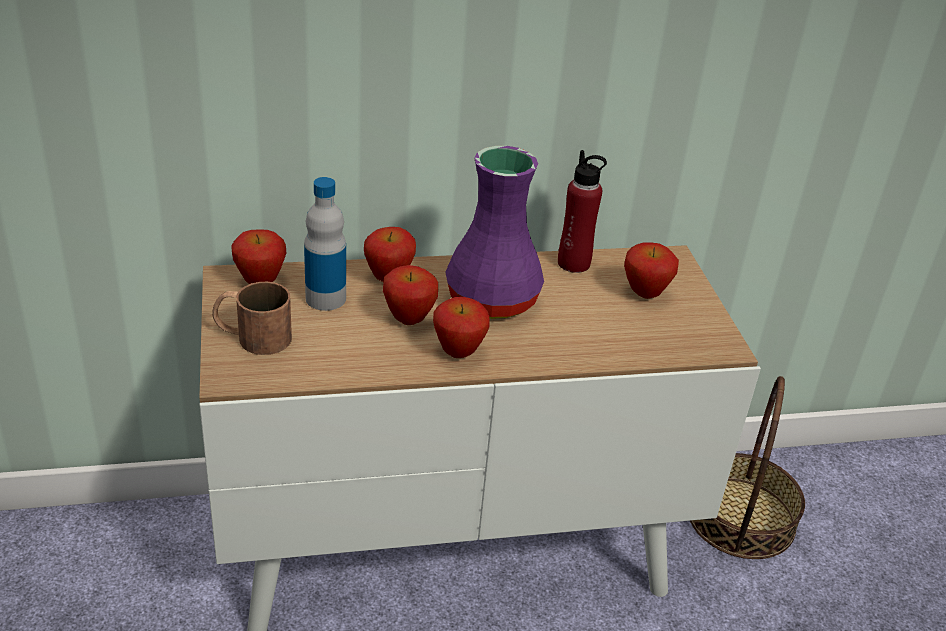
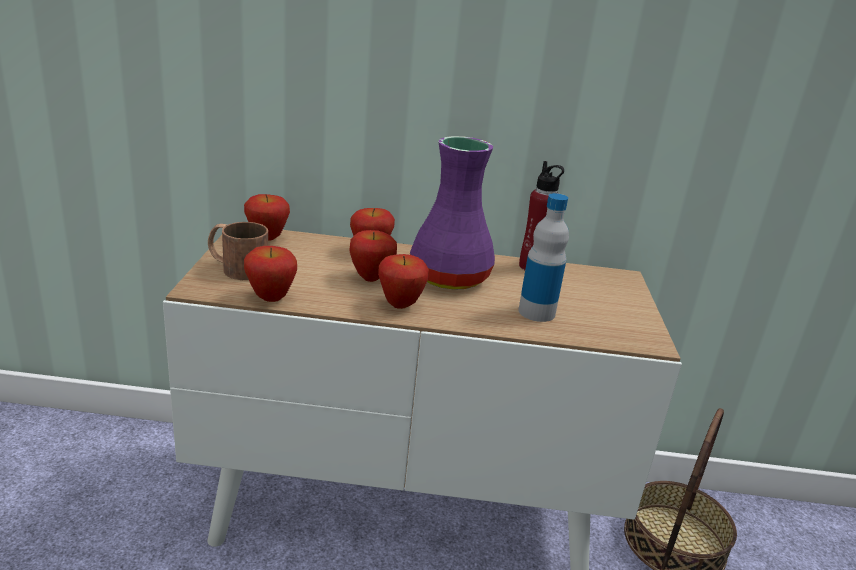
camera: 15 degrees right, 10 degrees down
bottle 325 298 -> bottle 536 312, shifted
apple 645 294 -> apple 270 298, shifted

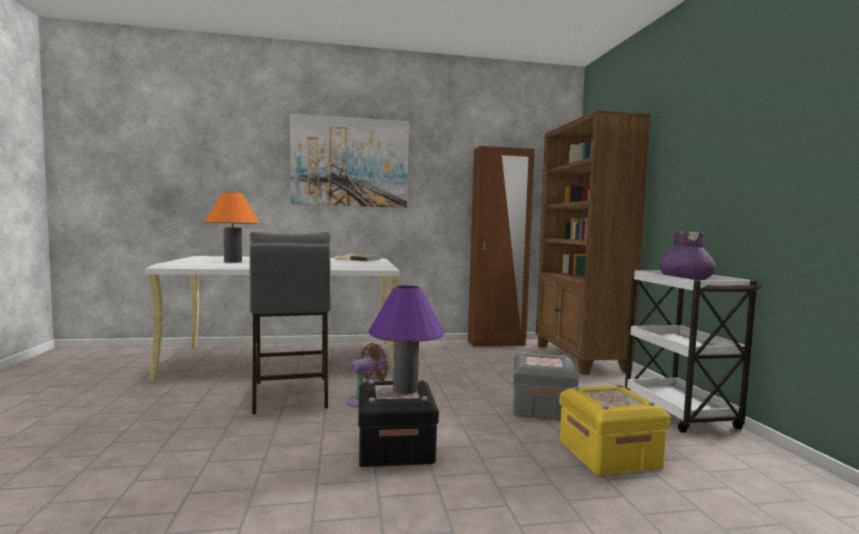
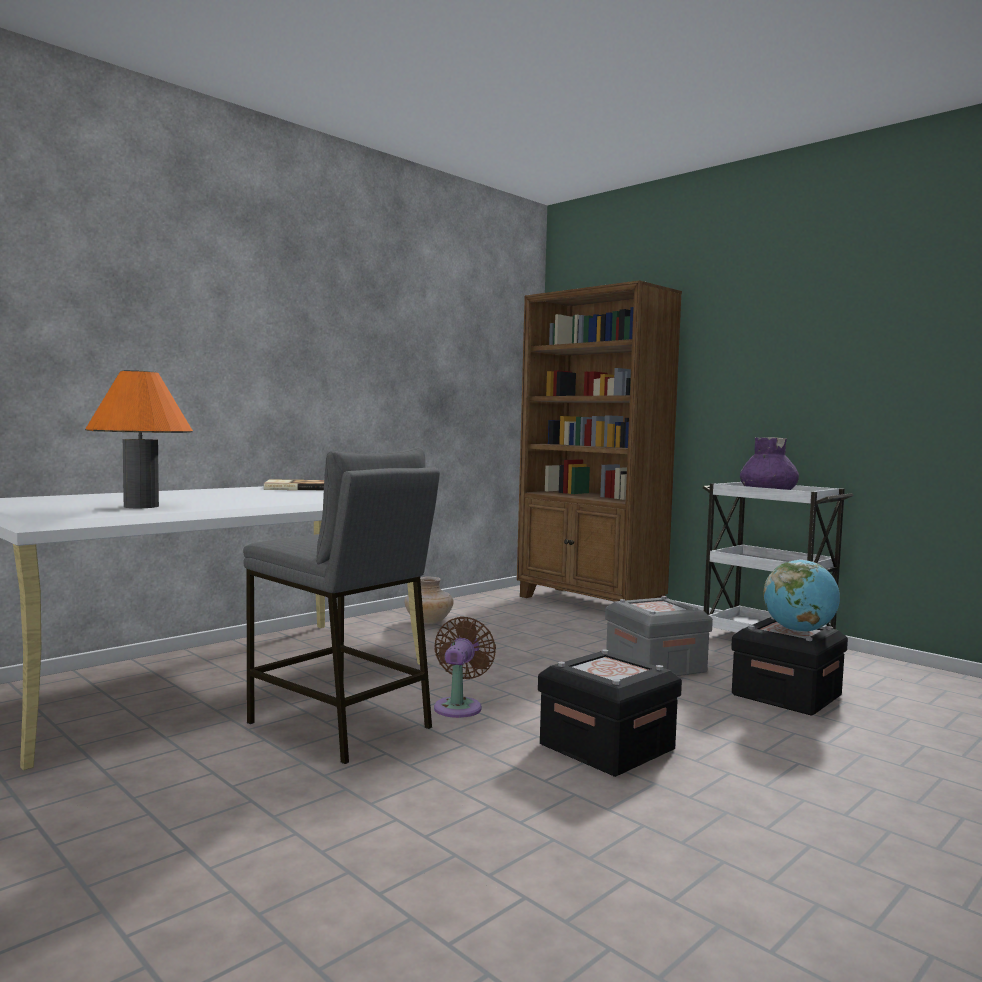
camera: 35 degrees left, 0 degrees up
picture 350 162 -> none
table lamp (purple) 405 389 -> none
wardrobe (brown) 496 343 -> none
storage box (yellow) 608 454 -> storage box (black) 786 695
none -> vase (beige) 428 622
none -> globe 799 631

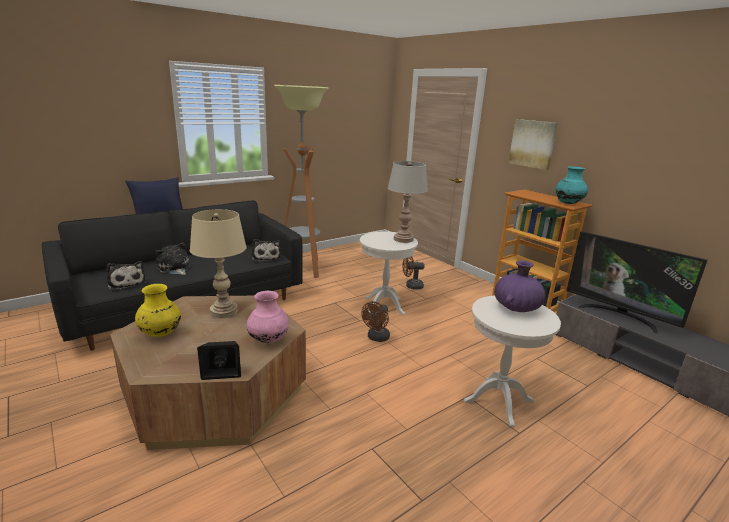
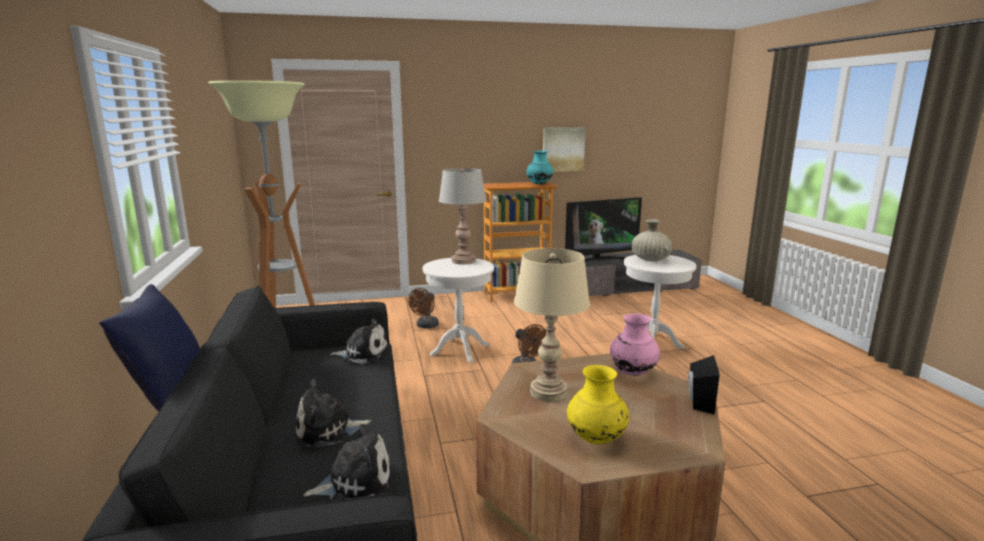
camera: 65 degrees left, 5 degrees down
vase (purple) 516 308 -> vase (beige) 650 260
picture 533 144 -> picture 563 149, shifted

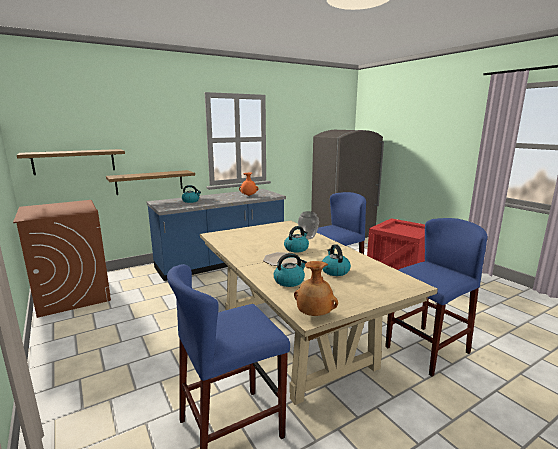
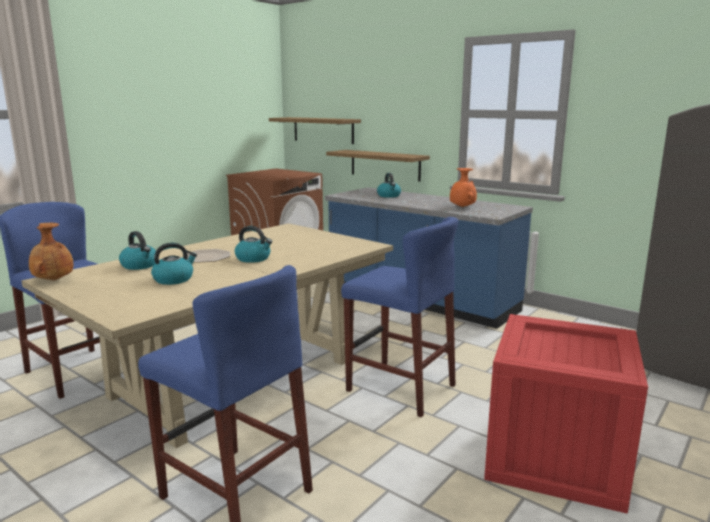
camera: 70 degrees right, 0 degrees up
vase 308 238 -> none

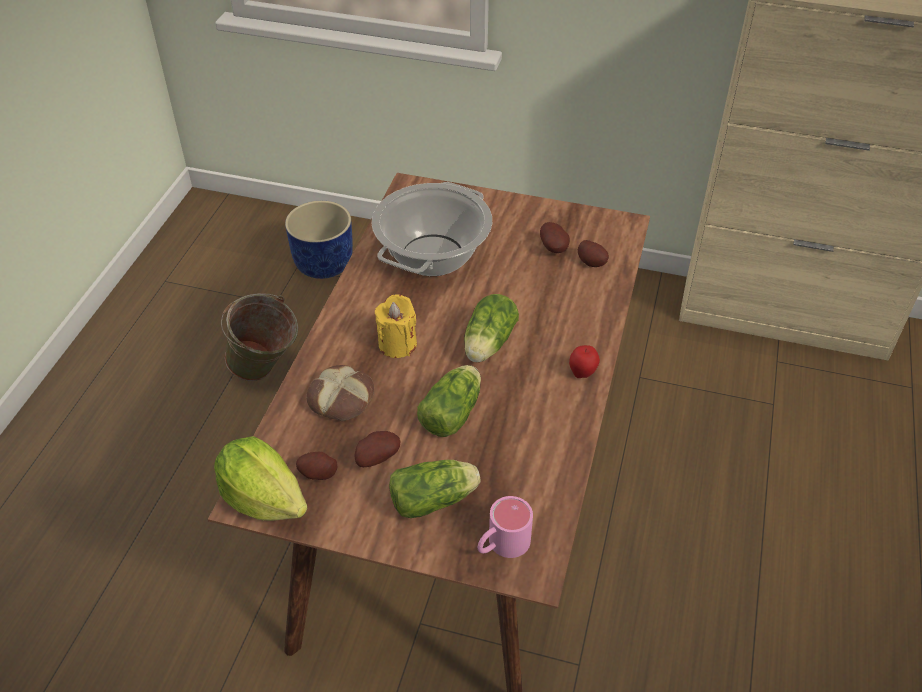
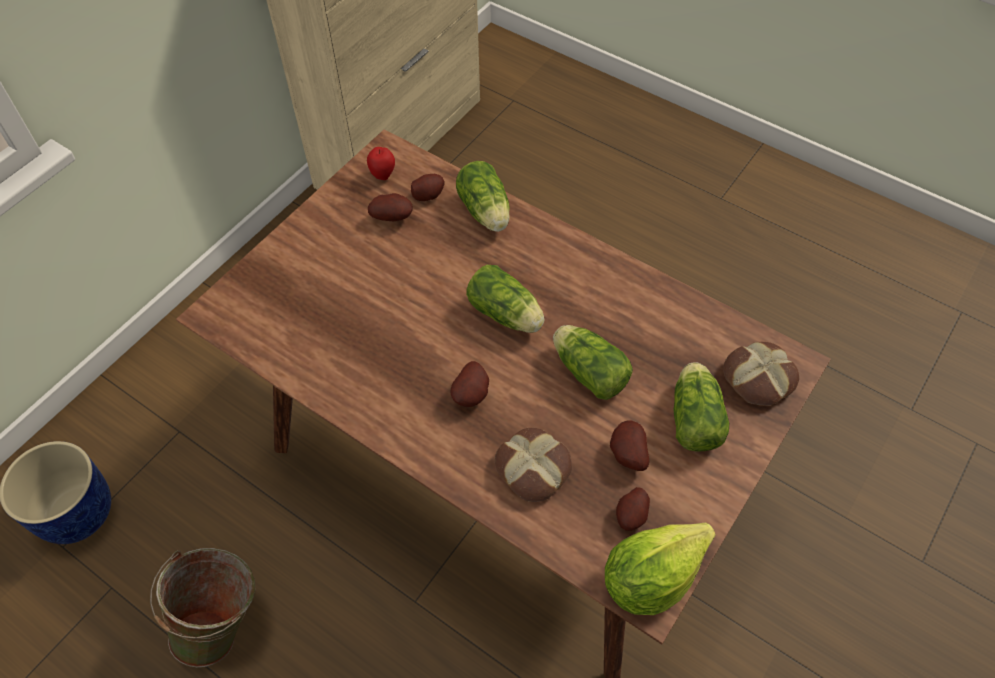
camera: 70 degrees left, 10 degrees up
cooking pot 432 255 -> none
candle (yellow) 397 344 -> potato 472 394
mug (pink) 501 545 -> bread 759 379
apple 582 373 -> apple 383 175, shifted
none -> lettuce 486 213

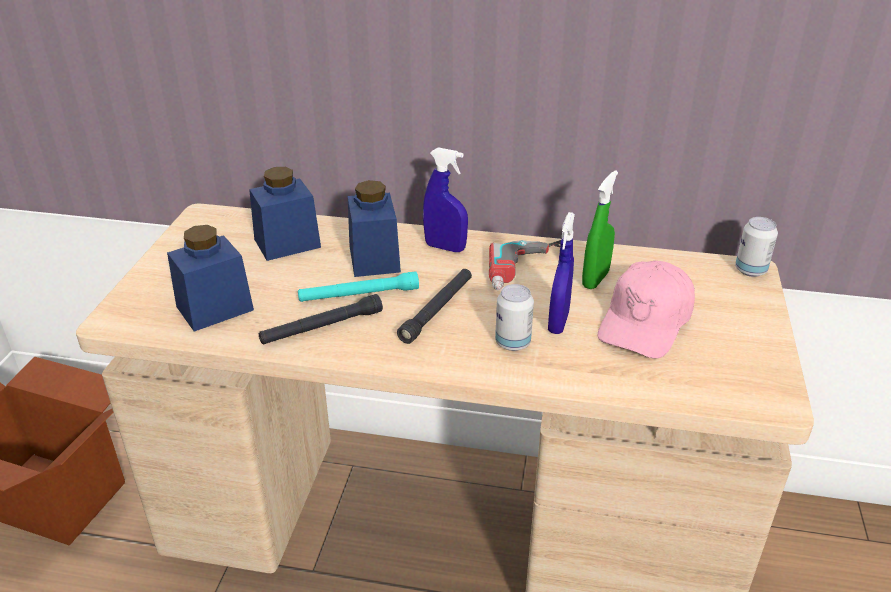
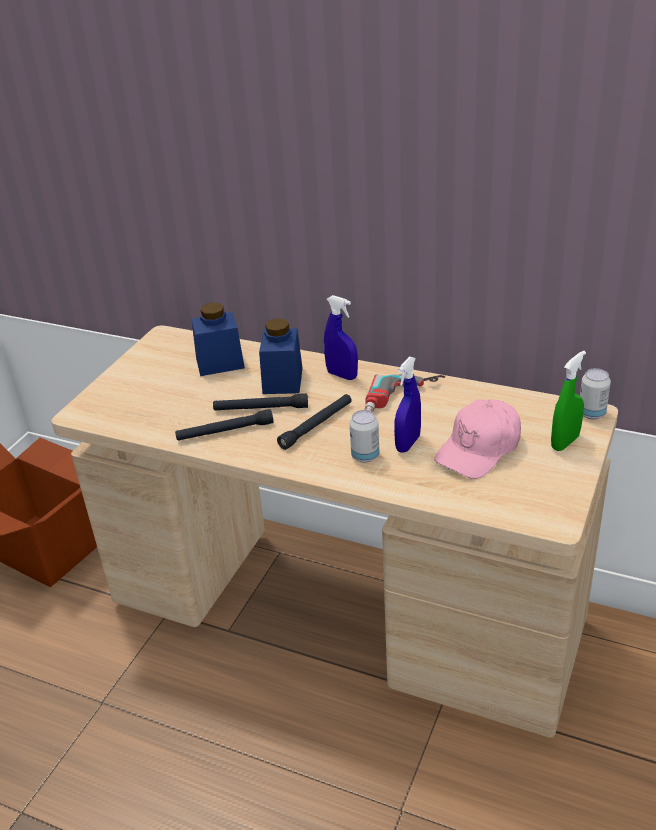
camera: 15 degrees right, 0 degrees up
jar (blue) 215 308 -> none
flashlight (turquoise) 359 295 -> flashlight (black) 261 409
spray bottle (green) 595 279 -> spray bottle (green) 565 442, shifted

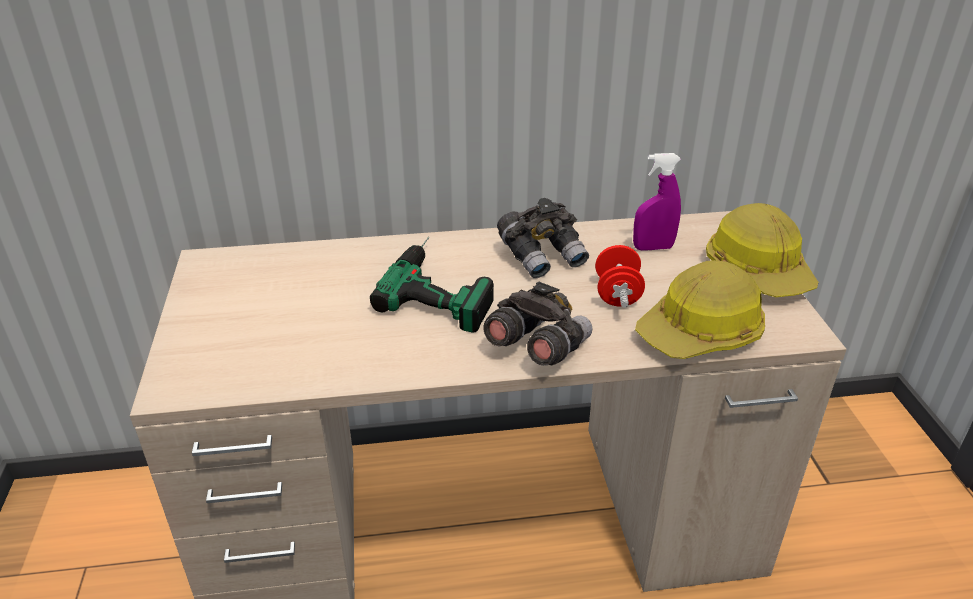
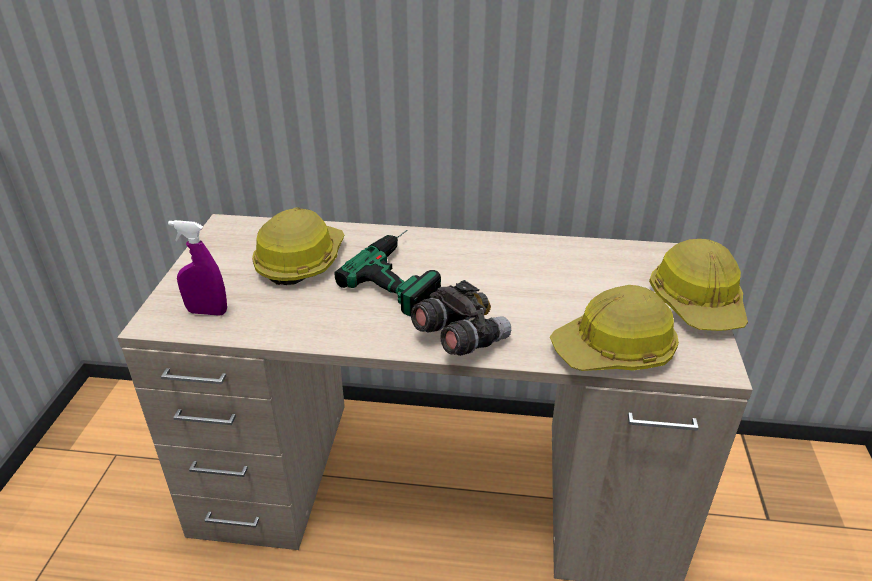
camera: 15 degrees right, 0 degrees up
binoculars (grey) 543 256 -> none
dumbbell (red) 617 294 -> none
spray bottle (purple) 653 248 -> spray bottle (purple) 207 312, shifted
none -> hard hat 300 261

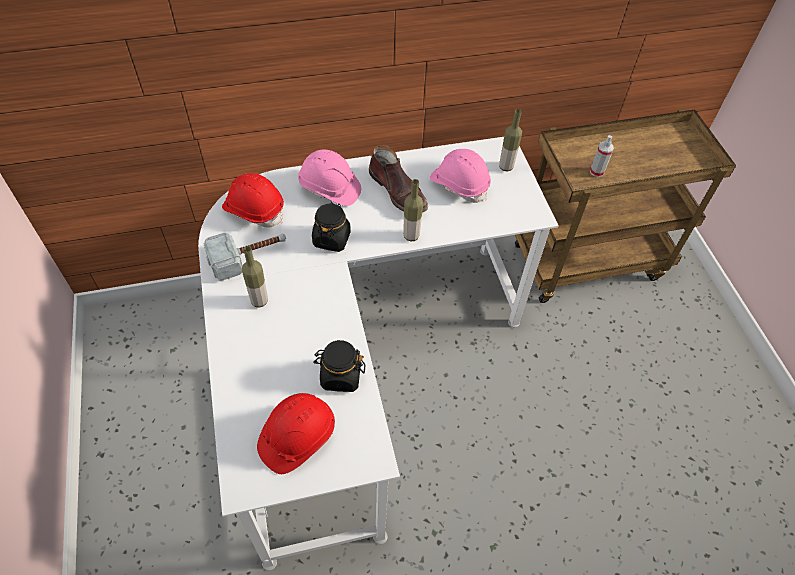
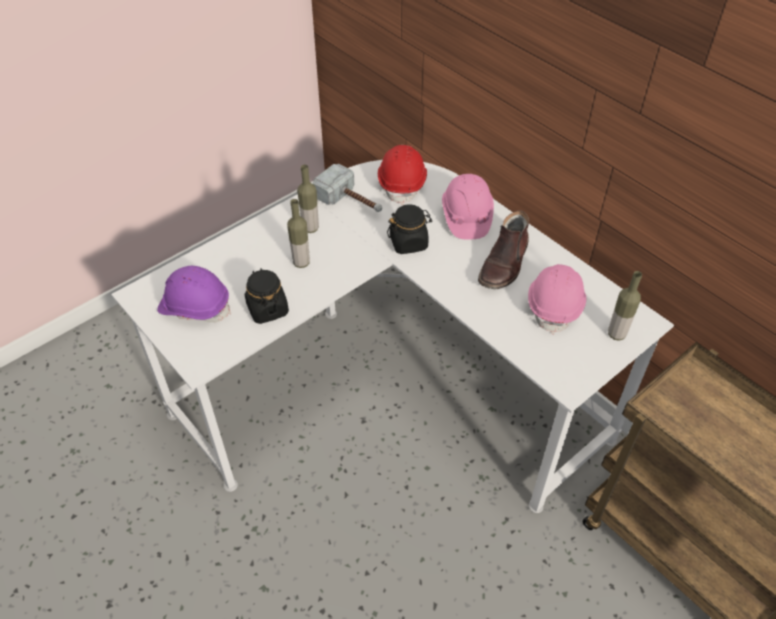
camera: 65 degrees right, 5 degrees down
hard hat (red) 297 437 -> hard hat (purple) 195 307
bottle 411 236 -> bottle 301 262, shifted
spray bottle 596 172 -> none

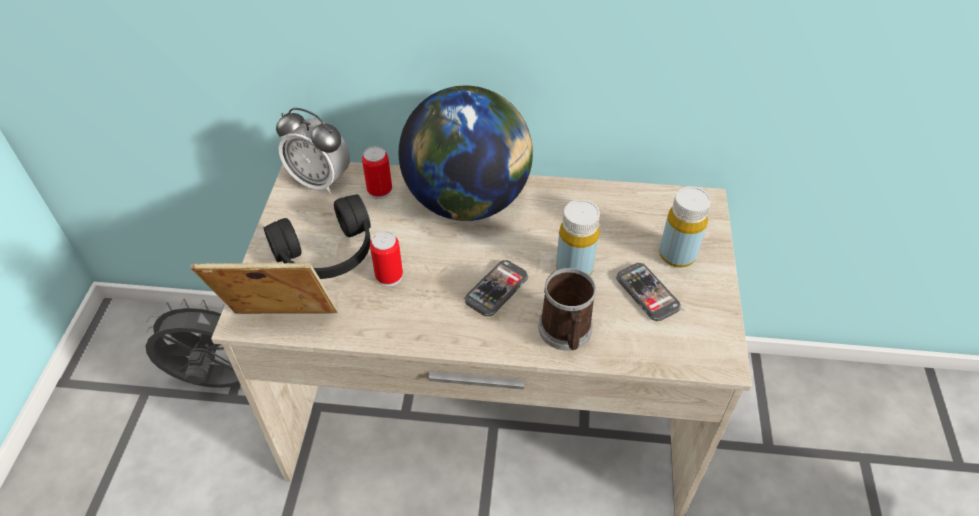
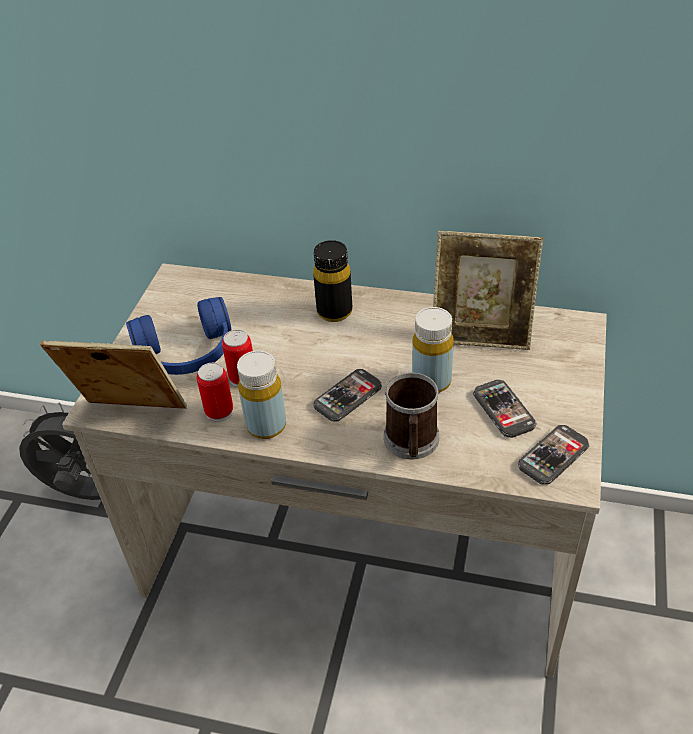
camera: 10 degrees right, 5 degrees down
headphones (black) 328 255 -> headphones (blue) 187 355
alarm clock 320 181 -> none
can 379 190 -> can 219 411, shifted
globe 468 200 -> bottle (black) 334 312
bottle (yellow) 677 255 -> bottle (yellow) 266 425, shifted
none -> picture frame 481 334
none -> phone 553 456

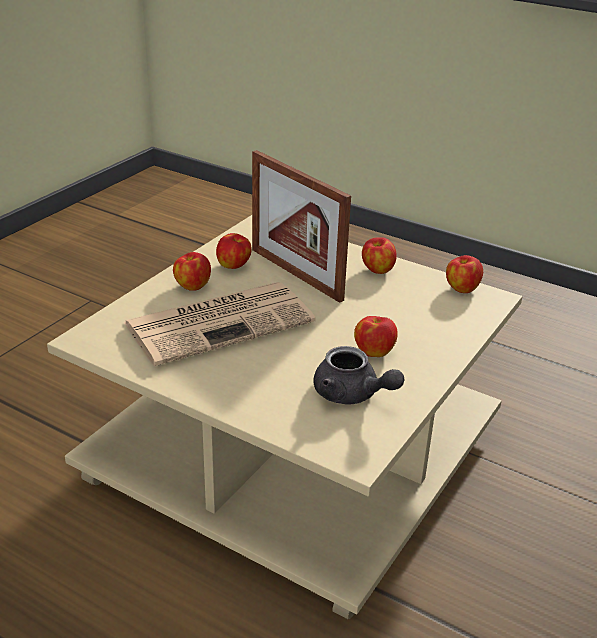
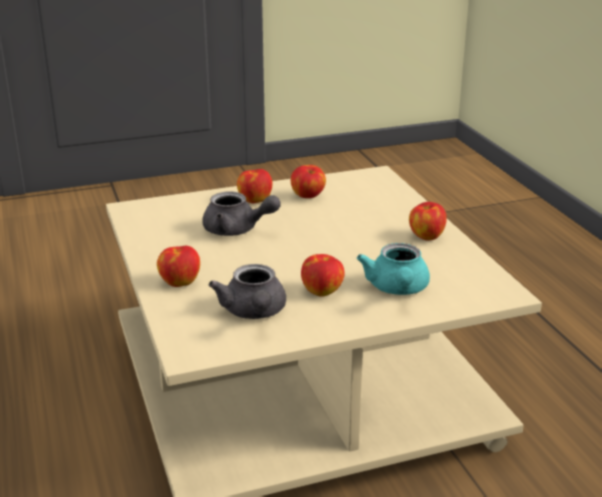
camera: 40 degrees right, 5 degrees down
newspaper 221 322 -> teapot (grey) 237 230
picture frame 296 274 -> none
apple 461 289 -> apple 180 282, shifted
none -> teapot (turquoise) 397 289

